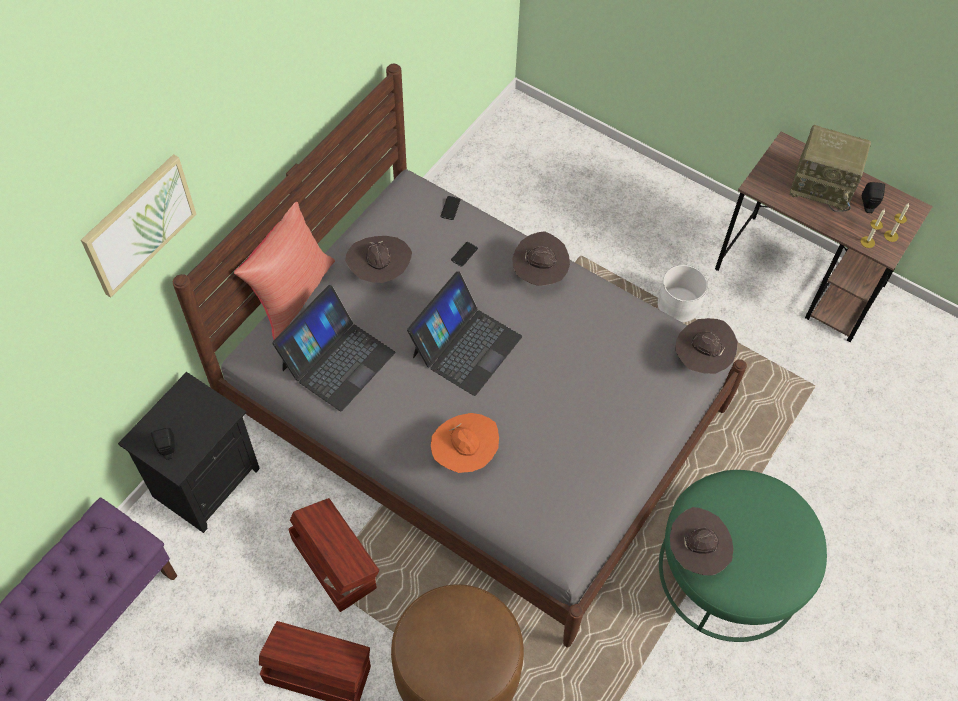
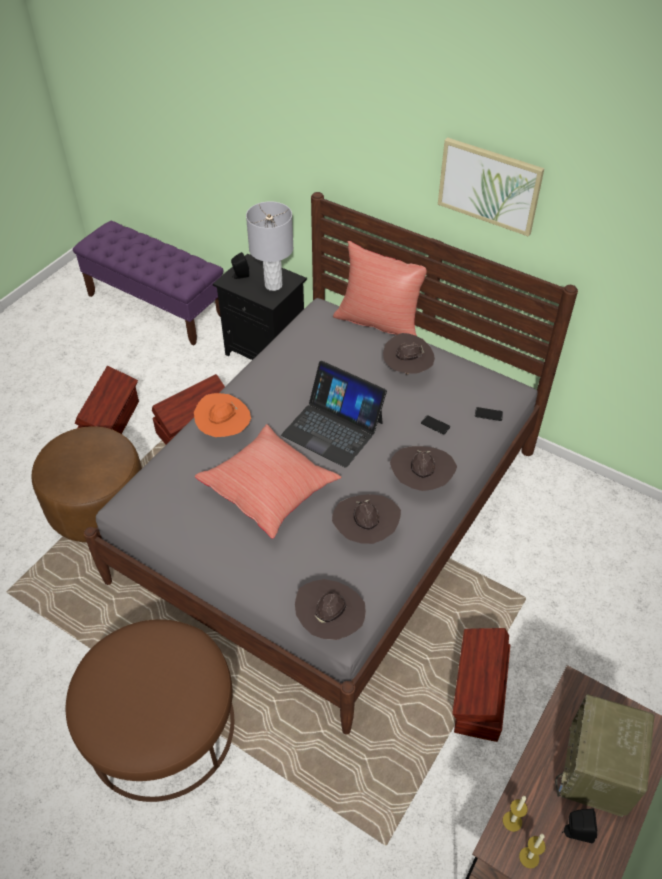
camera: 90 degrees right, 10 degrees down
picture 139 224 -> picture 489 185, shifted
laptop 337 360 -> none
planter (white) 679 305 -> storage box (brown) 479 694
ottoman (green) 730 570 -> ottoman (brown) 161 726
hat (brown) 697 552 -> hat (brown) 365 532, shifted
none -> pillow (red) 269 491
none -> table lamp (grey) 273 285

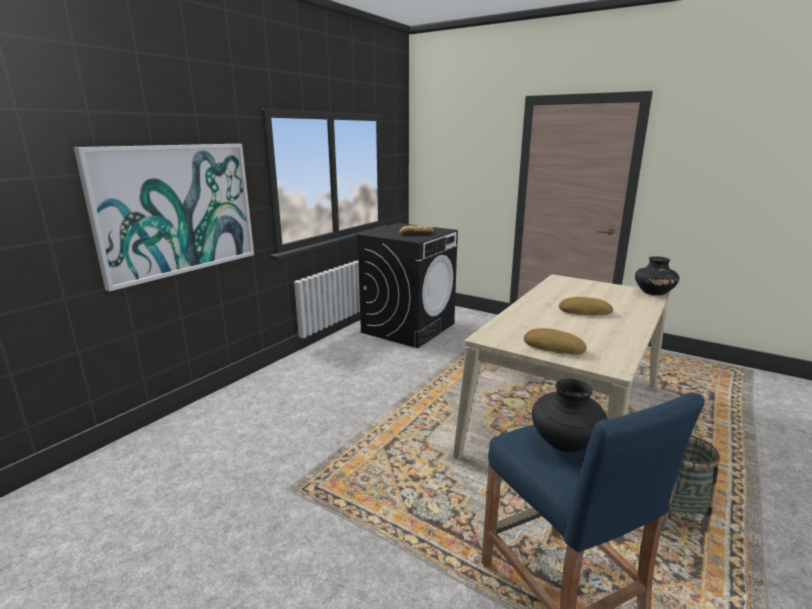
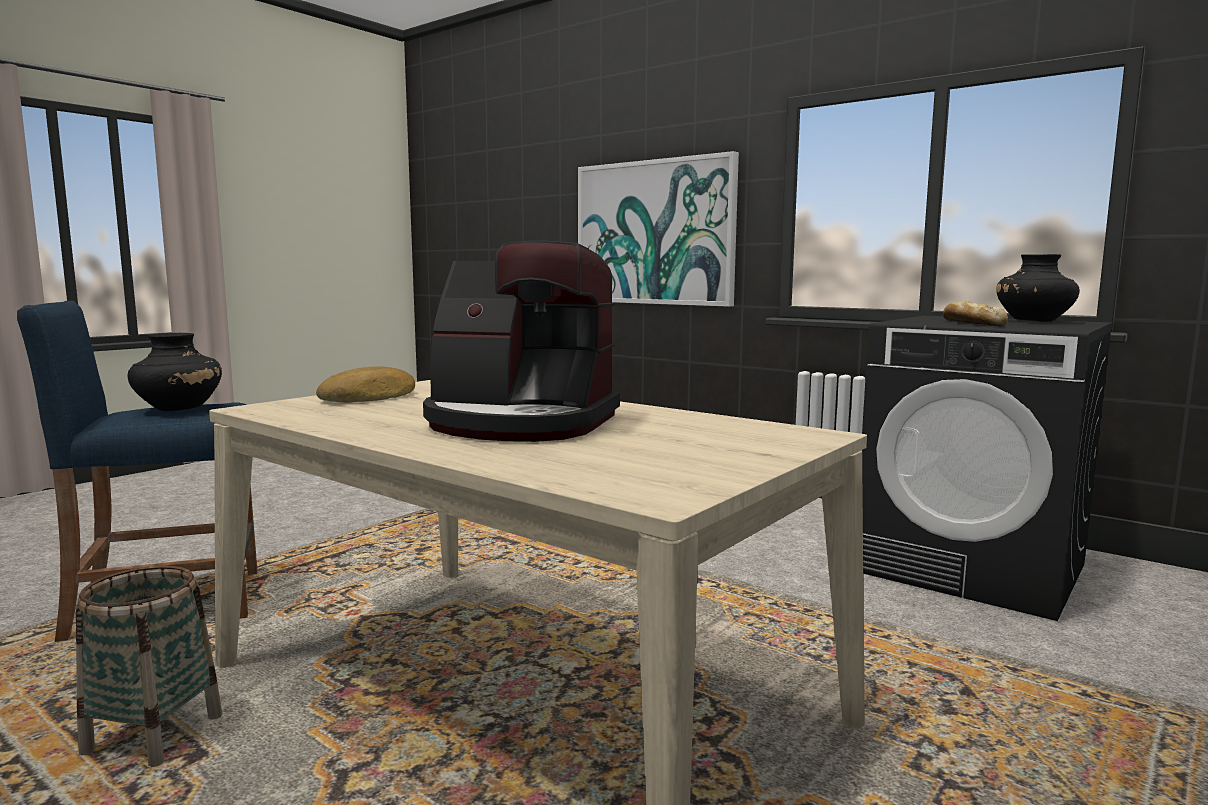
camera: 95 degrees right, 10 degrees down
bread 584 311 -> coffee machine 520 423
vase (black) 653 293 -> vase (black) 1034 321, shifted

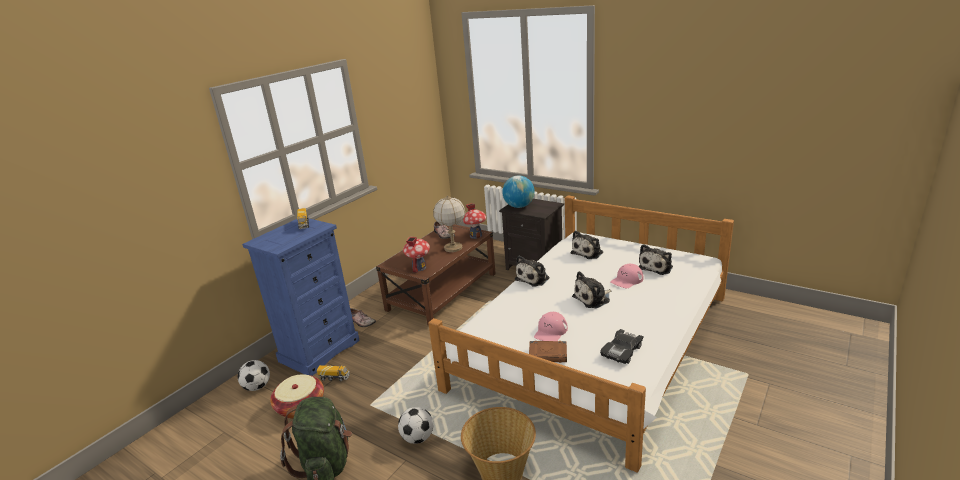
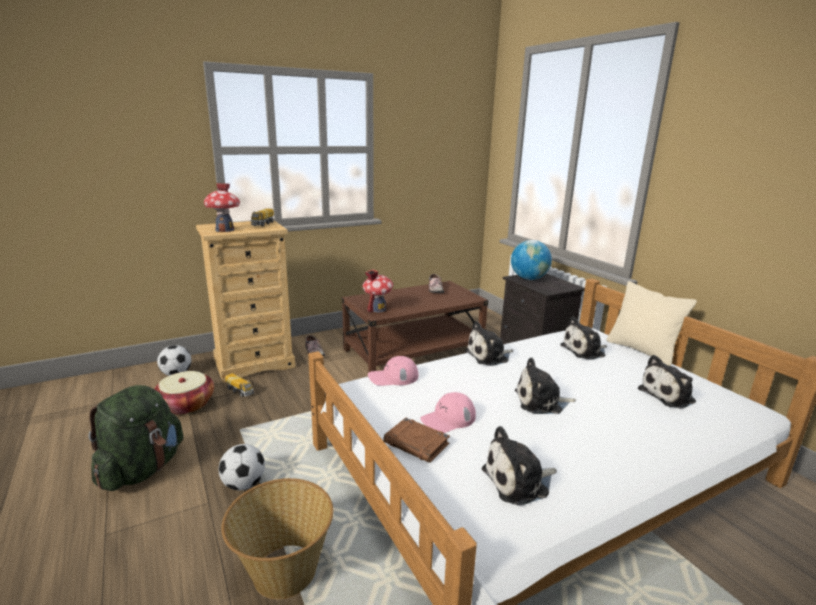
camera: 25 degrees right, 5 degrees down
dresser (blue) 319 350 -> dresser (beige) 254 363
table lamp 453 248 -> none
toy house 475 235 -> toy house 225 230, shifted
toy car (black) 622 351 -> plush toy 519 481
cap (pink) 627 280 -> cap (pink) 393 377, shifted
none -> pillow (beige) 642 351

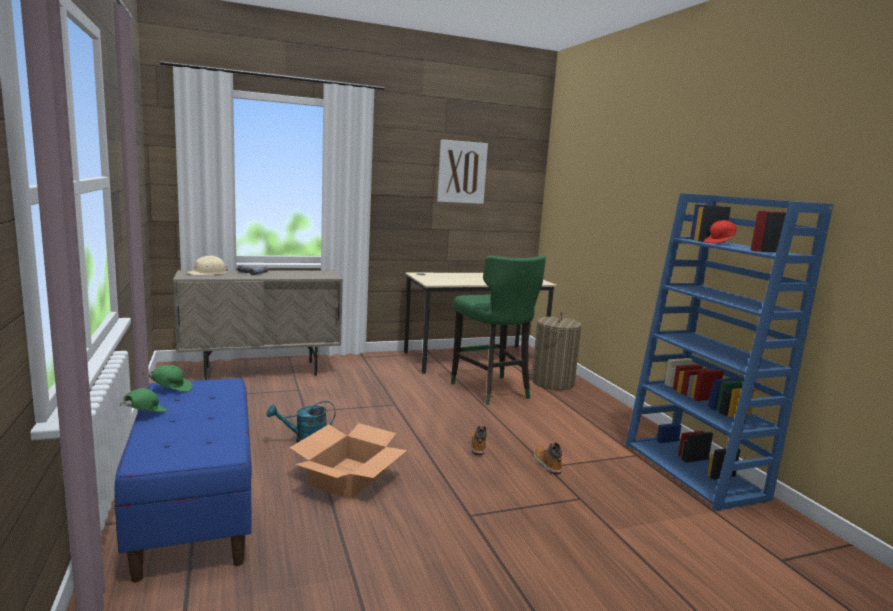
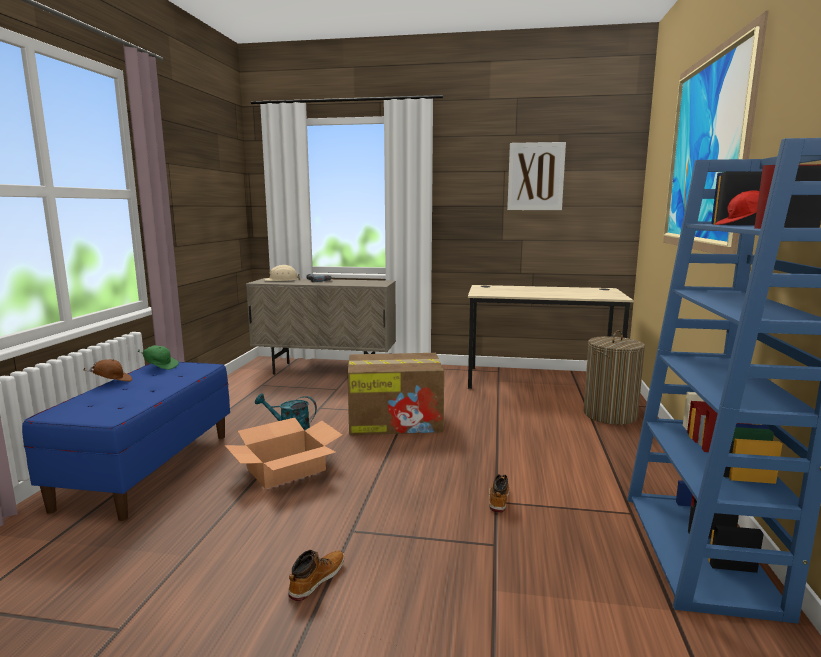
camera: 30 degrees right, 0 degrees up
cap (green) 144 415 -> cap (brown) 112 382
stool (green) 492 390 -> none
boot 477 446 -> boot 317 579, shifted
none -> cardboard box 396 421
none -> picture 704 152

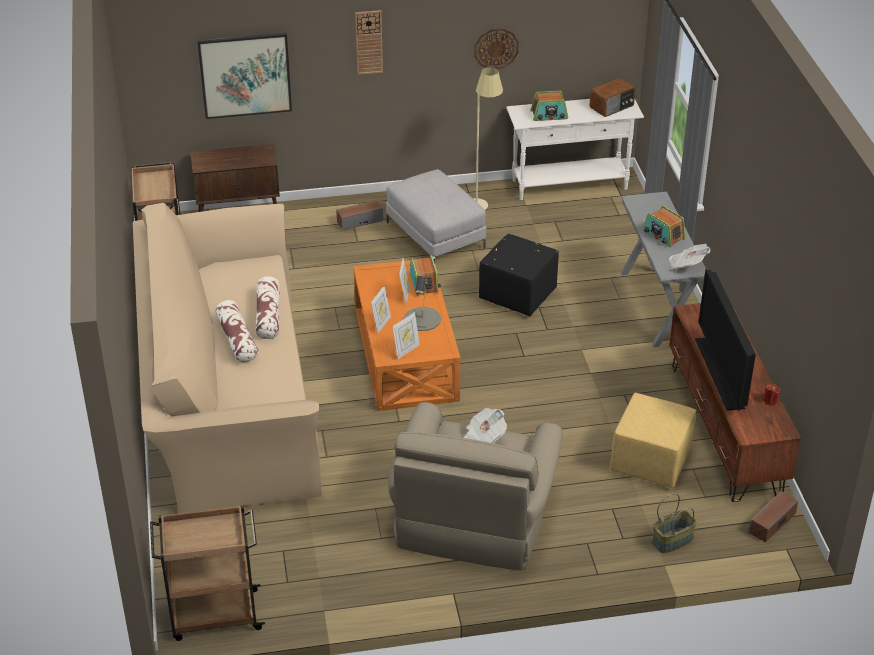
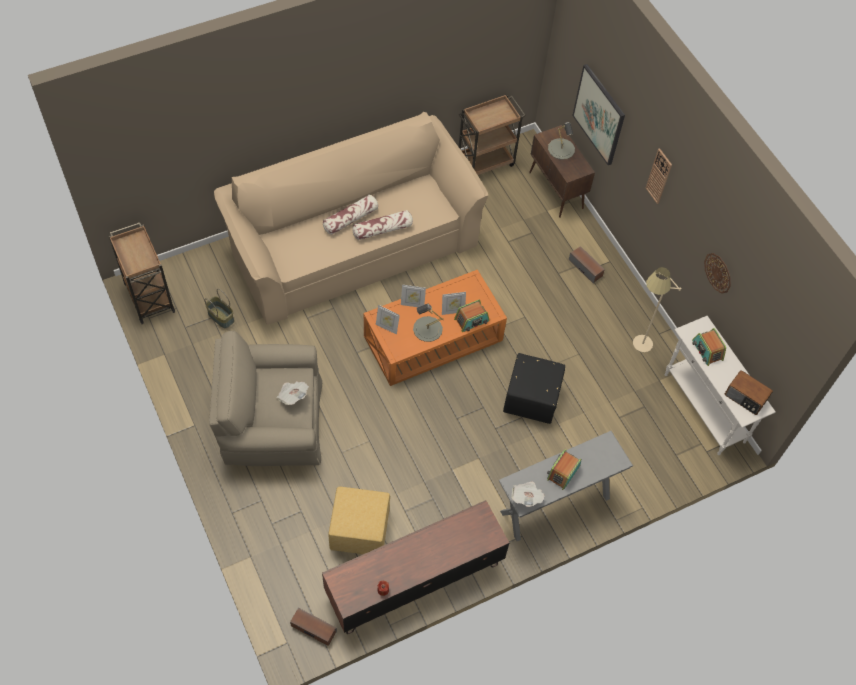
camera: 70 degrees right, 20 degrees up
ottoman (grey) 436 235 -> none
basket 672 540 -> basket 221 317, shifted
television 720 373 -> none
none -> table lamp (grey) 561 149

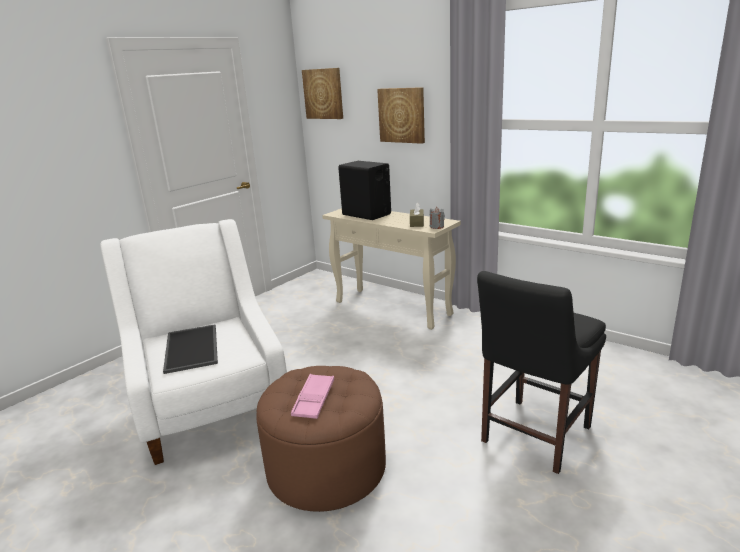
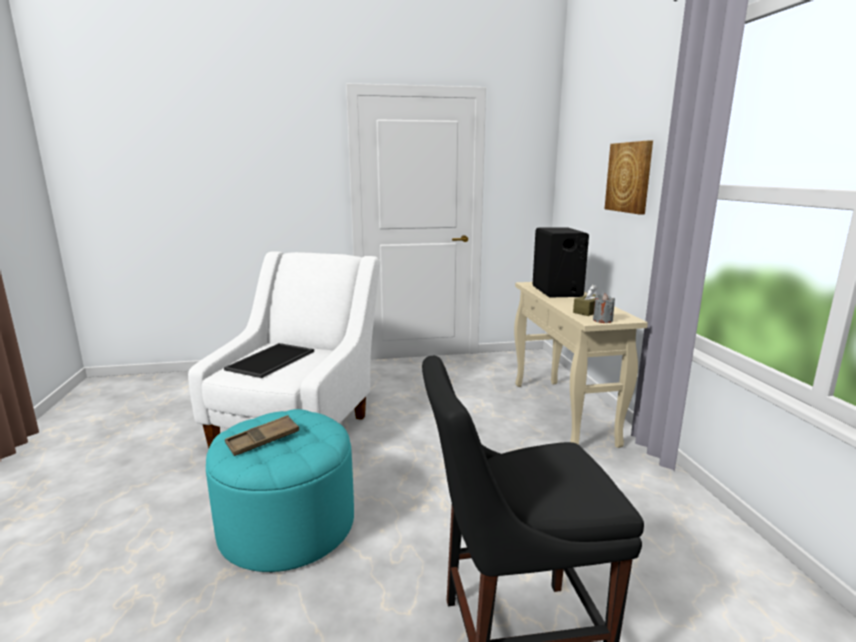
camera: 40 degrees right, 5 degrees down
ottoman (brown) 326 468 -> ottoman (turquoise) 287 525
tray (pink) 314 400 -> tray (brown) 263 440
picture 323 94 -> none

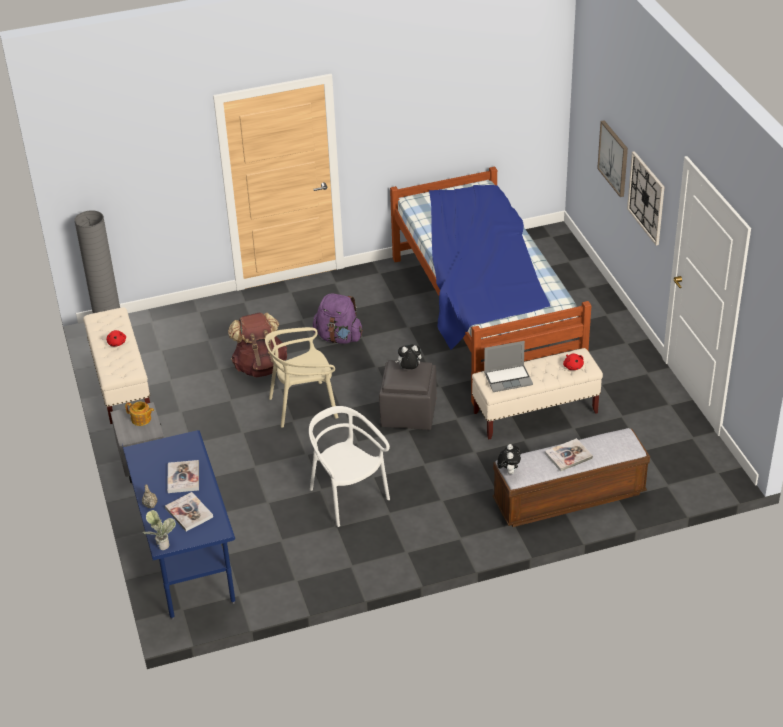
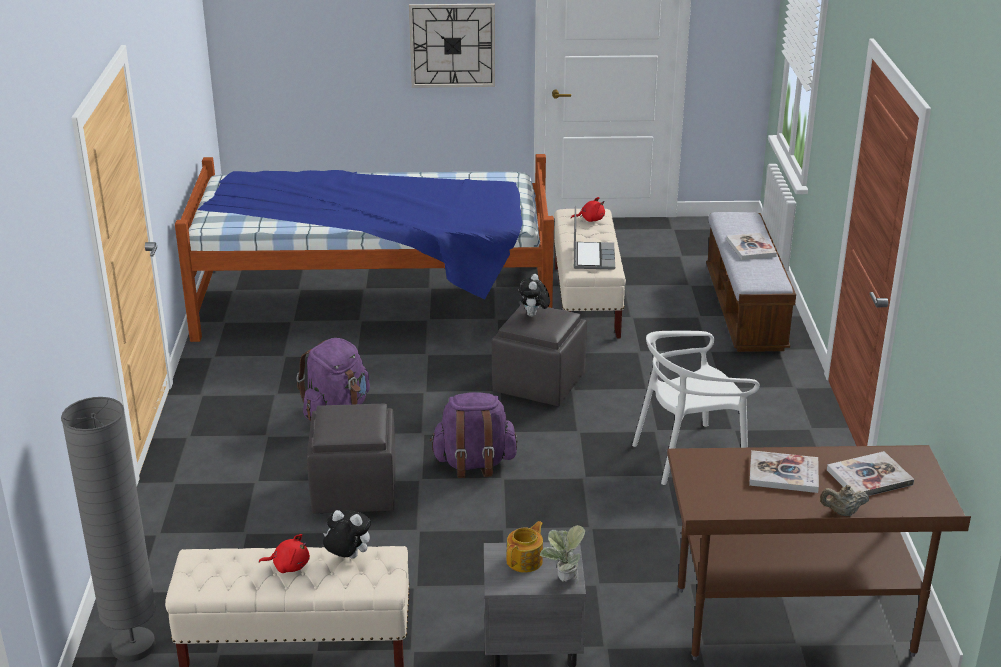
camera: 75 degrees left, 10 degrees down
desk (blue) 188 564 -> desk (brown) 793 623
potted plant 161 543 -> potted plant 563 581, shifted
backpack (brown) 260 366 -> ottoman (grey) 353 490
chair (beige) 303 406 -> backpack (purple) 474 464
plush toy 508 471 -> plush toy 347 557, shifted
picture 614 158 -> none

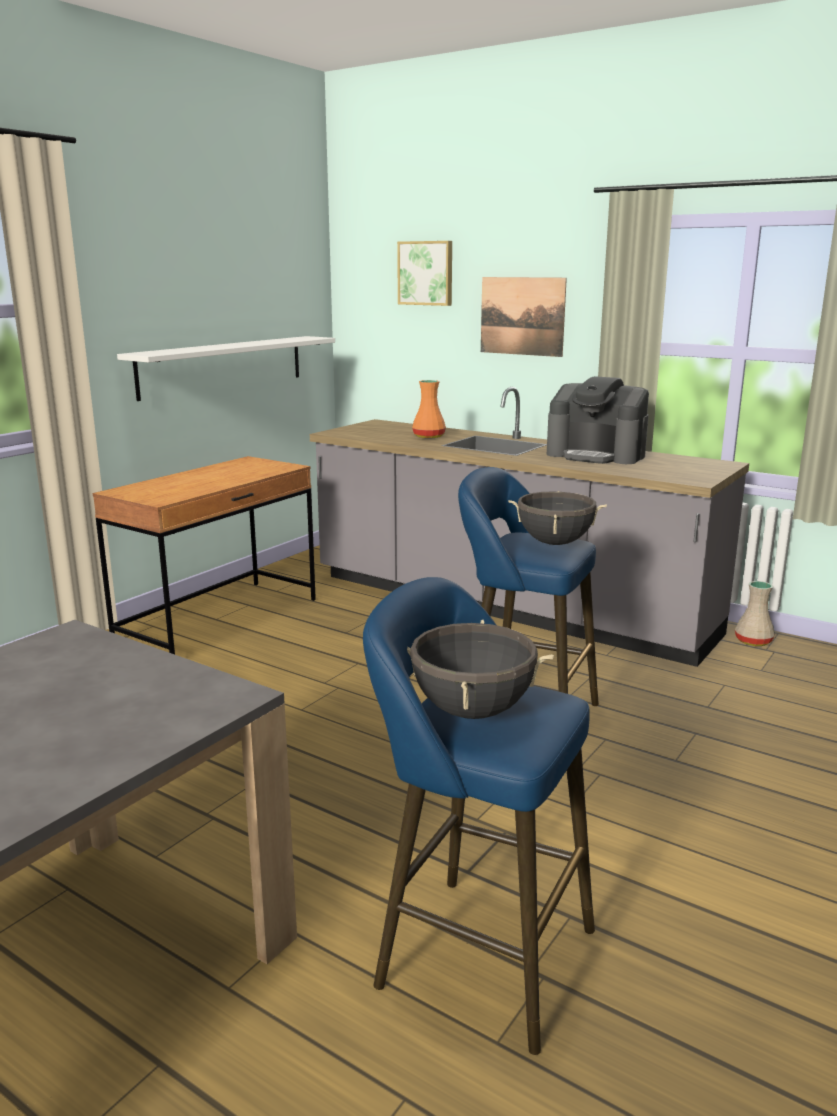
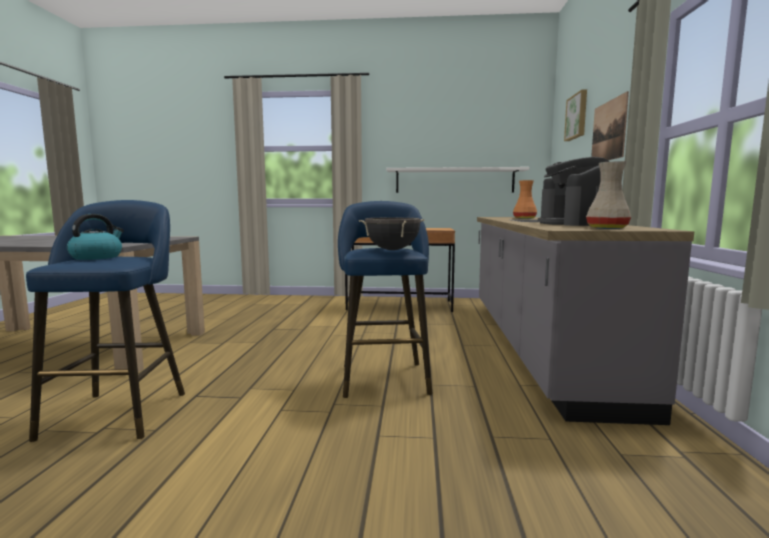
camera: 60 degrees right, 10 degrees down
cooking pot (black) 472 711 -> kettle 97 257
vase (beige) 754 641 -> vase (beige) 608 228, shifted

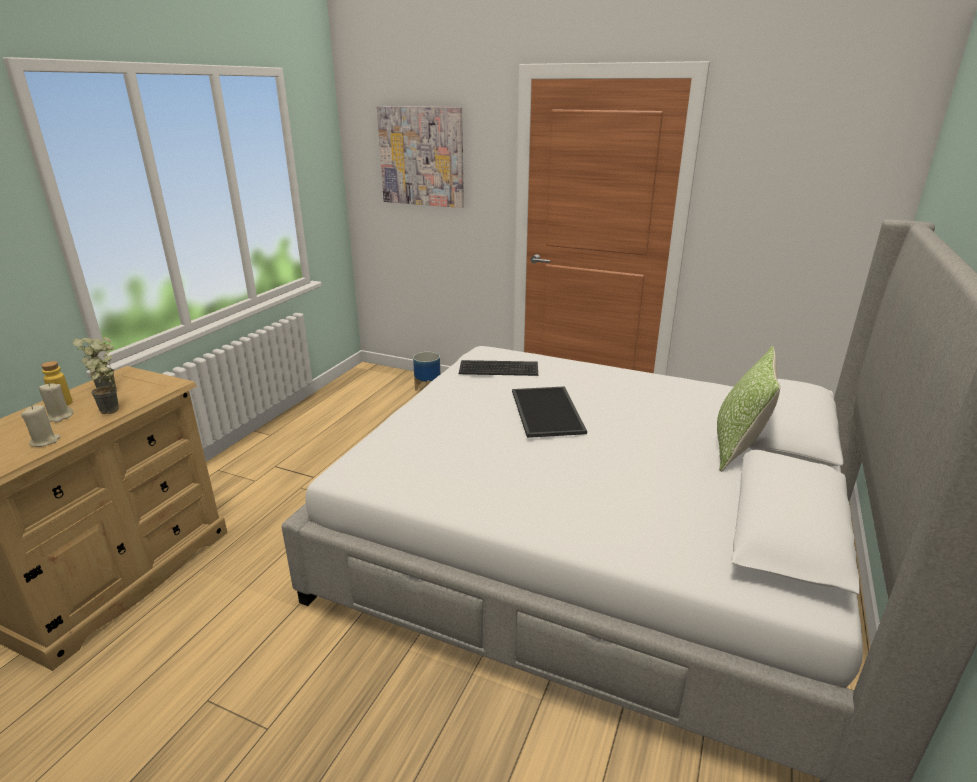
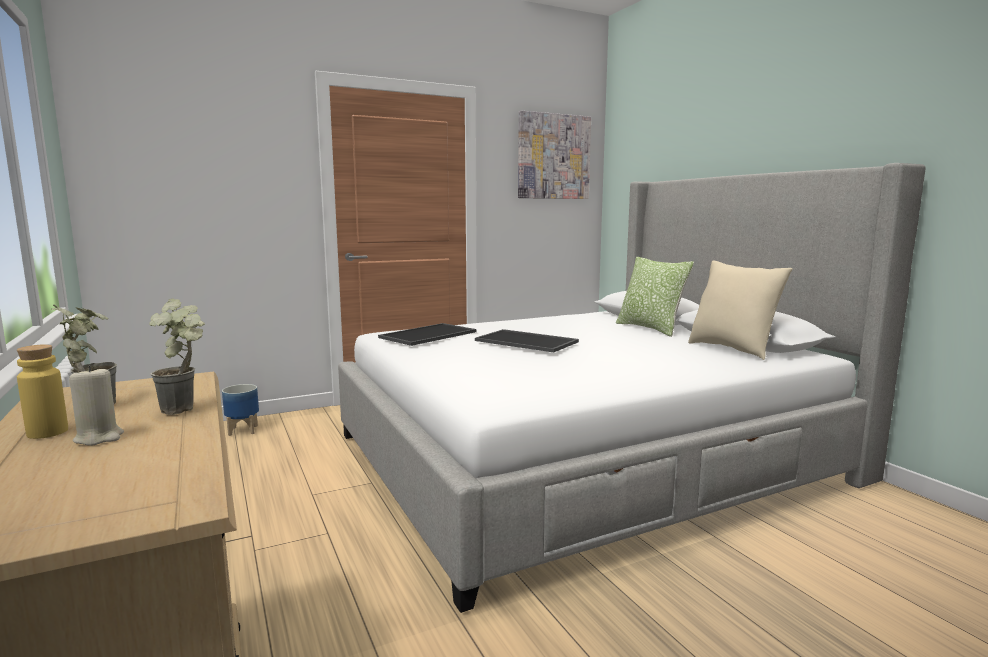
camera: 50 degrees left, 15 degrees down
candle (beige) 45 441 -> none
picture 422 156 -> picture 553 157, shifted
keyboard 498 369 -> tray 428 335
none -> pillow (beige) 732 350

